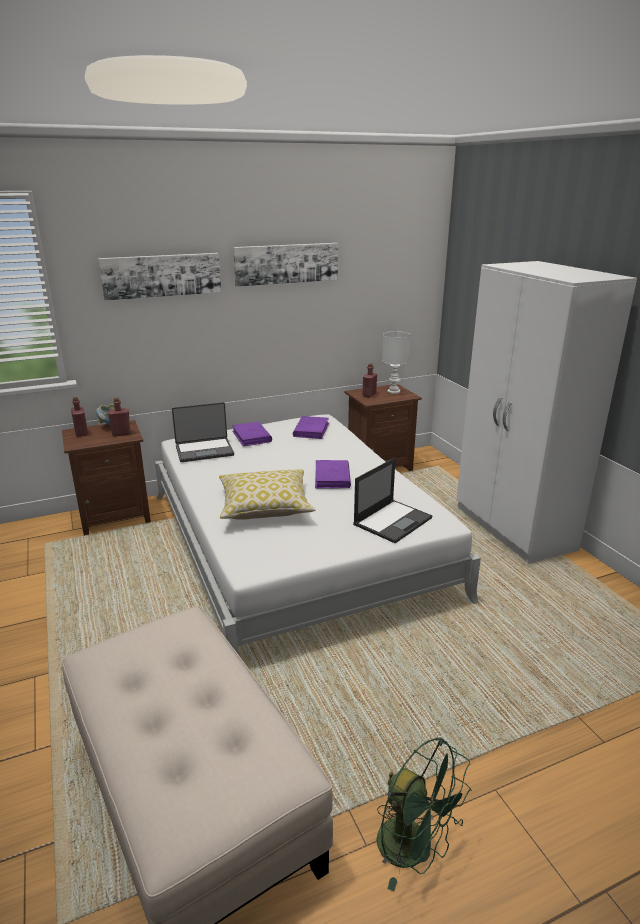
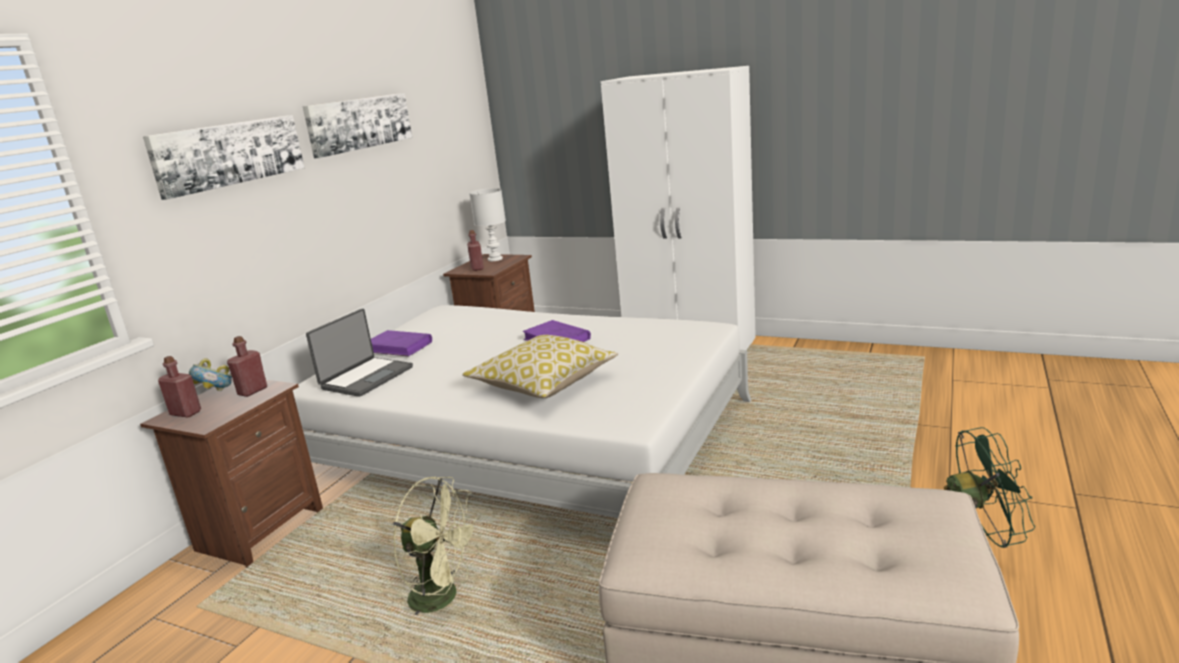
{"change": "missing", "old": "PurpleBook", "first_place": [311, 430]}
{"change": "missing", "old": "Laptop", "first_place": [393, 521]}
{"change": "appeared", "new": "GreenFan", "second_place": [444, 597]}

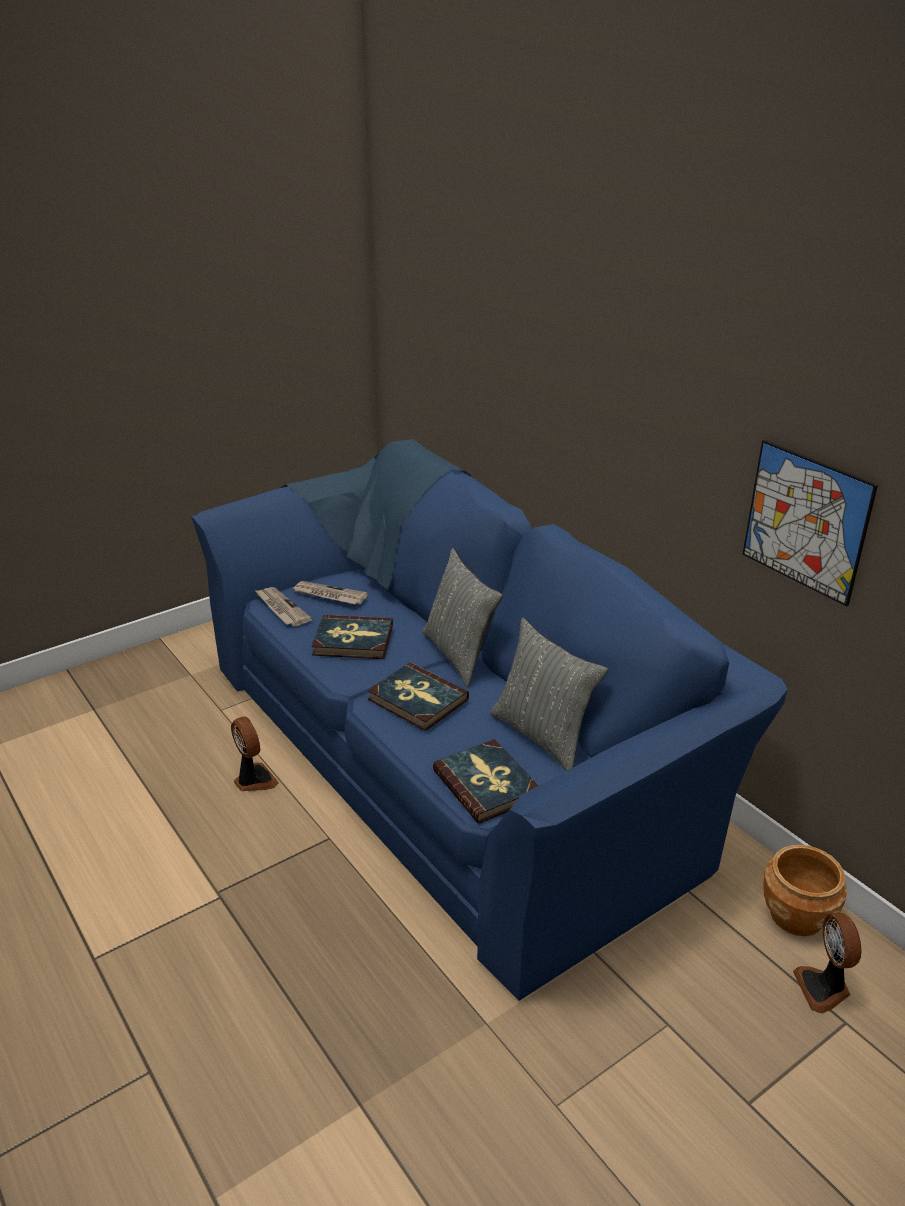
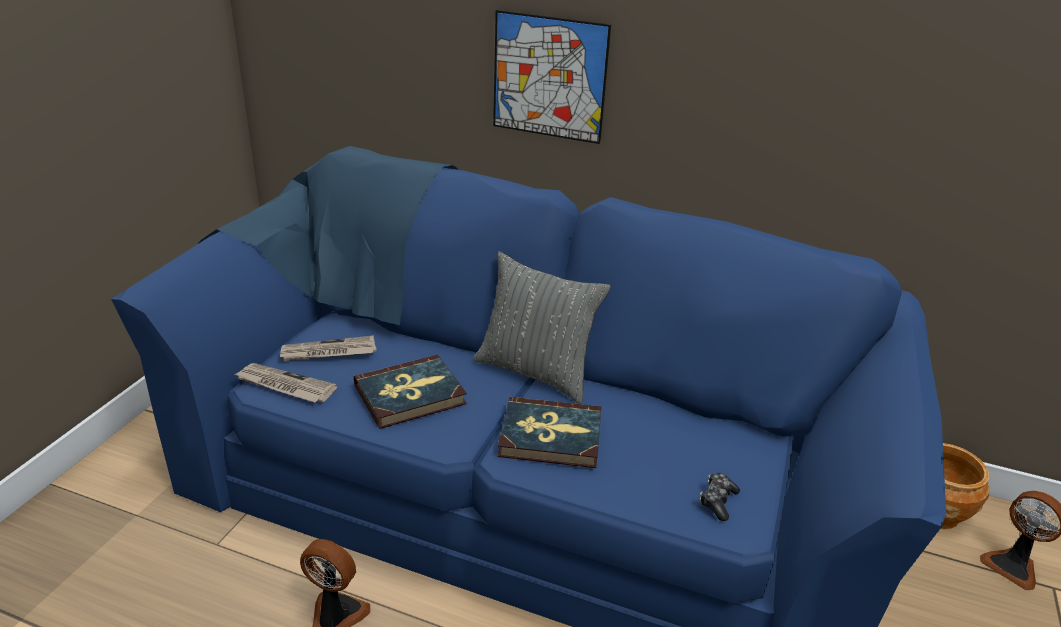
{"change": "exchanged", "old": "Book", "new": "GameController", "first_place": [486, 784], "second_place": [717, 501]}
{"change": "missing", "old": "GreyPillow", "first_place": [543, 735]}
{"change": "relocated", "old": "Picture", "first_place": [805, 521], "second_place": [549, 77]}

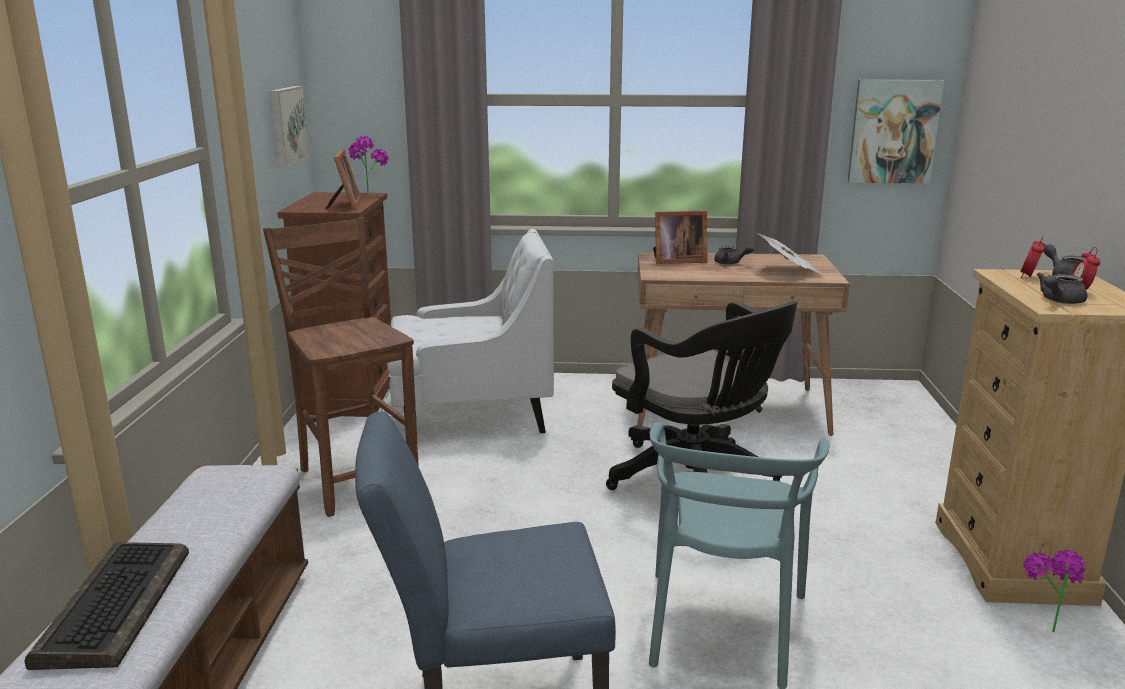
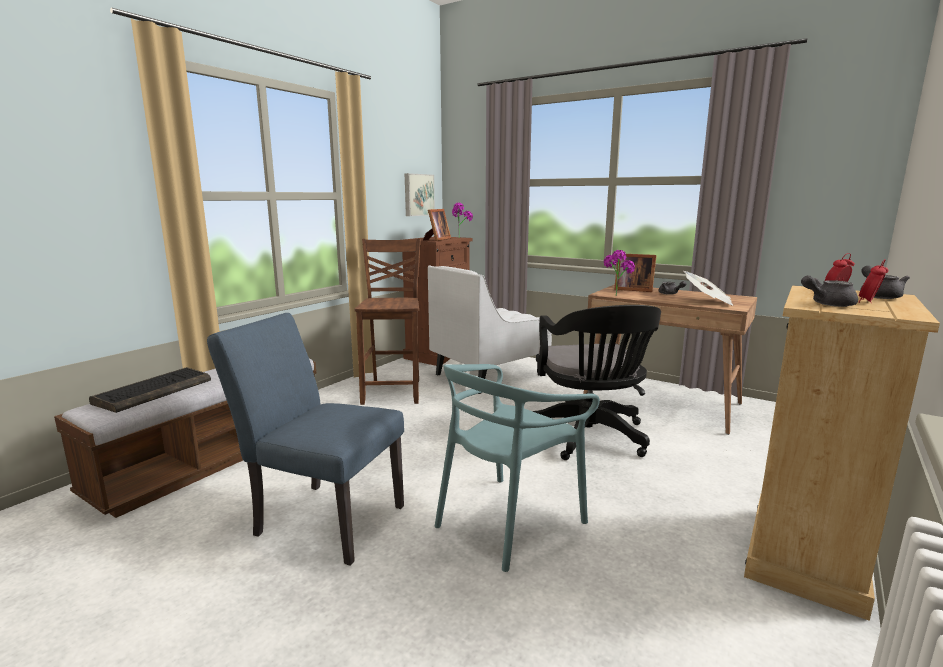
{"change": "spun", "old": "WhiteArmchair", "first_place": [471, 414], "second_place": [490, 374], "degrees": 120}
{"change": "missing", "old": "Picture", "first_place": [893, 131]}
{"change": "relocated", "old": "PottedPlant", "first_place": [1044, 624], "second_place": [616, 294]}

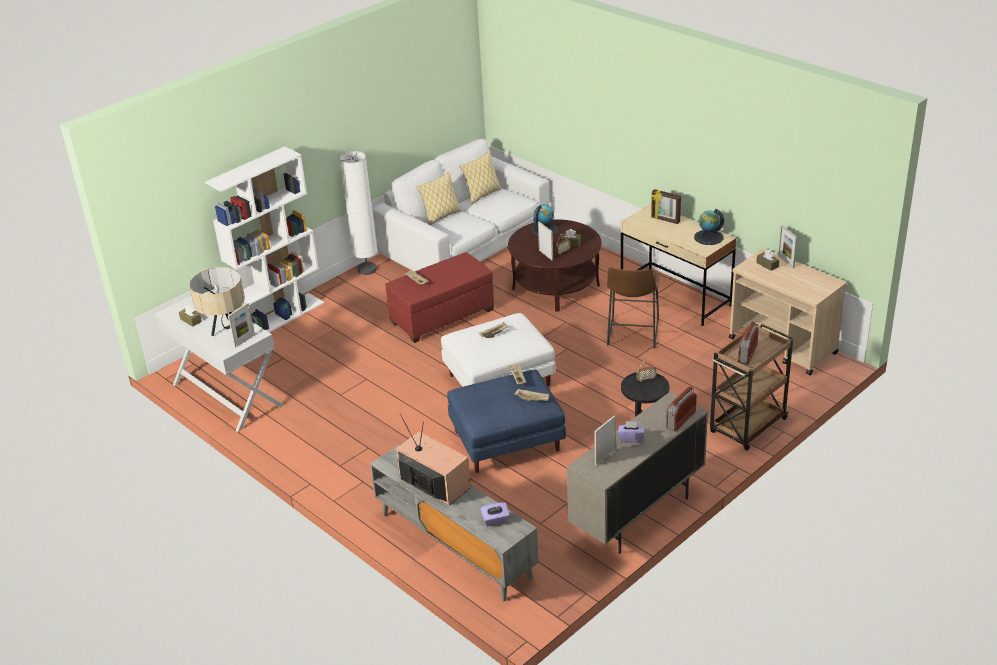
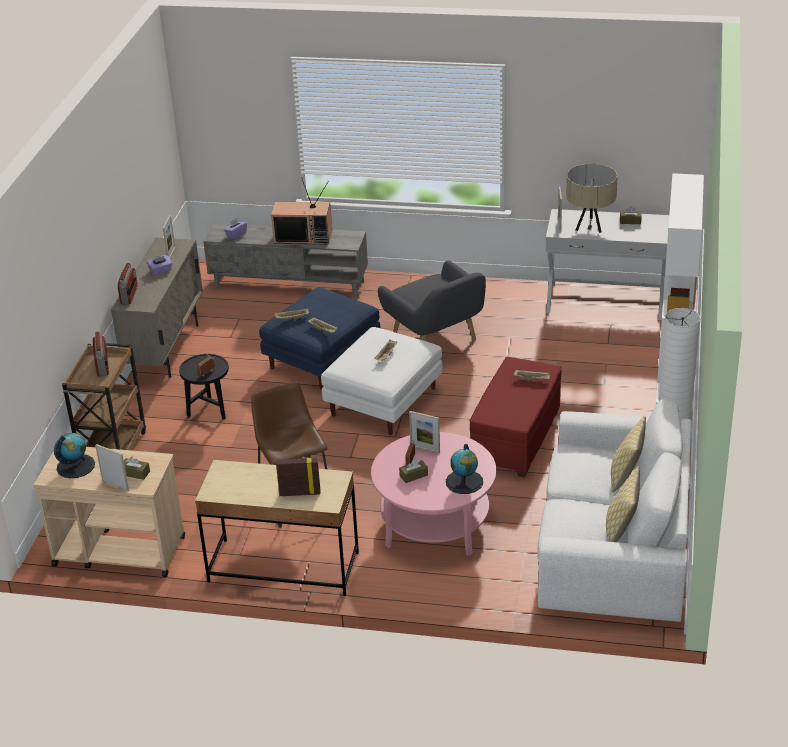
{"change": "colour", "old": "BrownCoffeeTable", "new": "PinkCoffeeTable", "first_place": [556, 286], "second_place": [435, 523]}
{"change": "relocated", "old": "Globe", "first_place": [708, 237], "second_place": [75, 466]}
{"change": "appeared", "new": "GreyArmchair", "second_place": [436, 340]}

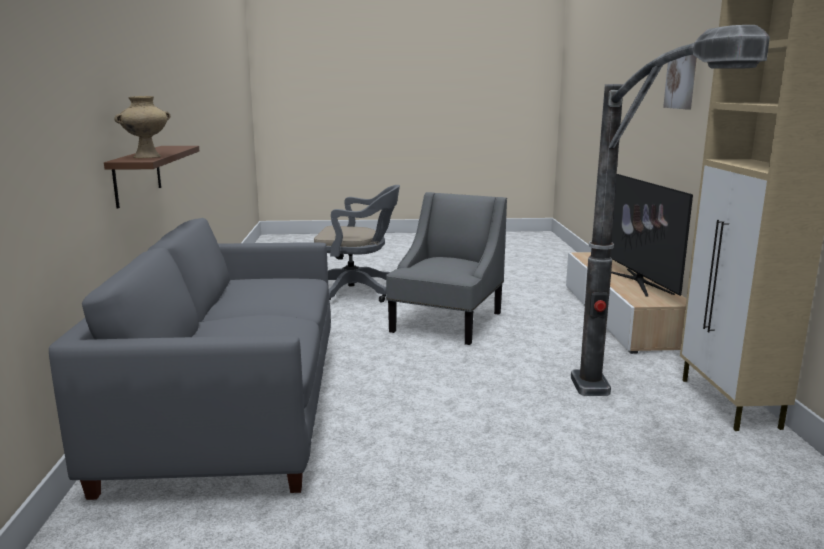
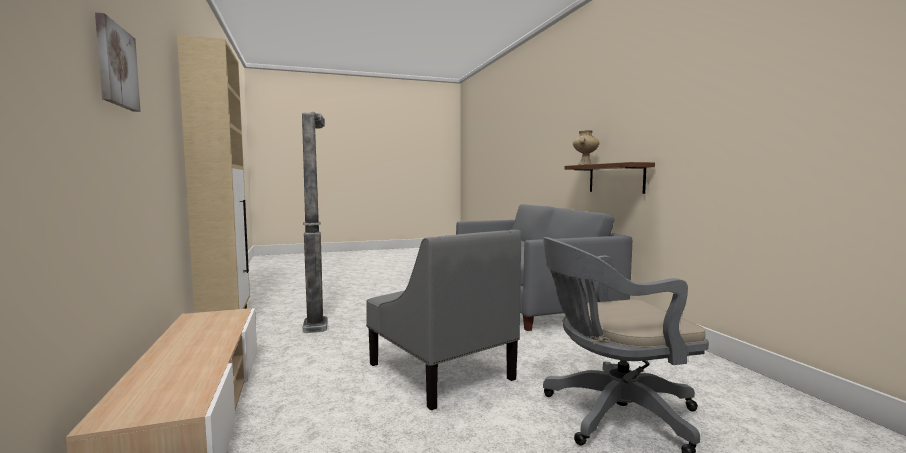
{"change": "spun", "old": "GreyArmchair", "first_place": [447, 322], "second_place": [439, 371], "degrees": -45}
{"change": "missing", "old": "Television", "first_place": [637, 282]}

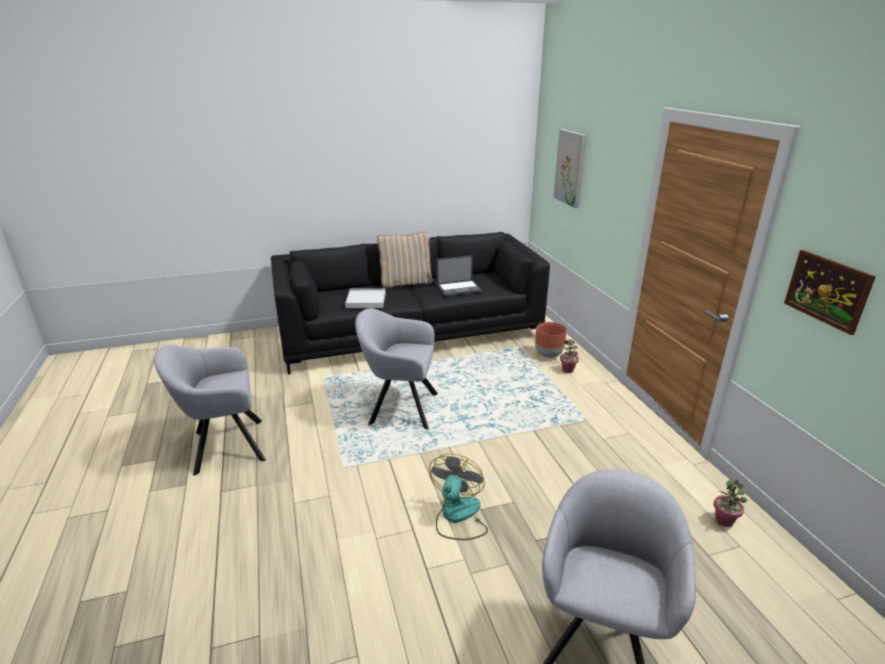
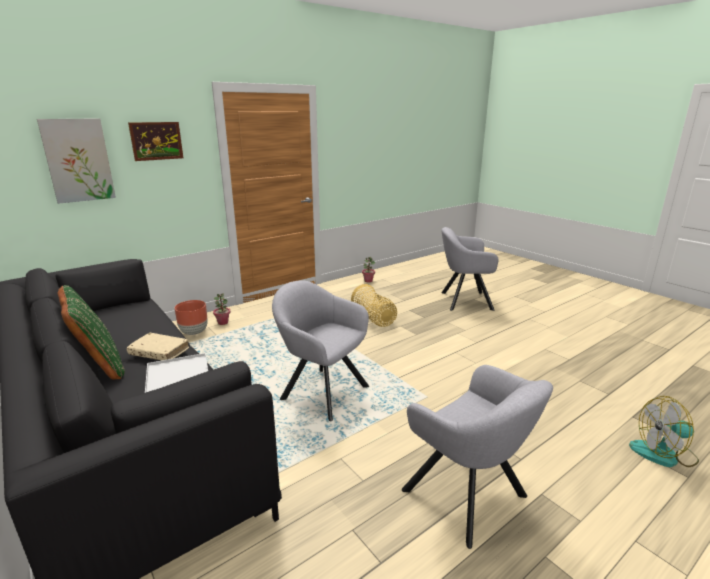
{"change": "spun", "old": "GreyArmchair", "first_place": [399, 408], "second_place": [321, 391], "degrees": 135}
{"change": "colour", "old": "BeigePillow", "new": "GreenPillow", "first_place": [406, 283], "second_place": [99, 366]}
{"change": "relocated", "old": "Fan", "first_place": [457, 516], "second_place": [663, 454]}
{"change": "missing", "old": "Laptop", "first_place": [459, 288]}
{"change": "relocated", "old": "Picture", "first_place": [827, 290], "second_place": [156, 141]}
{"change": "appeared", "new": "BeigeBook", "second_place": [159, 352]}
{"change": "appeared", "new": "Basket", "second_place": [374, 318]}

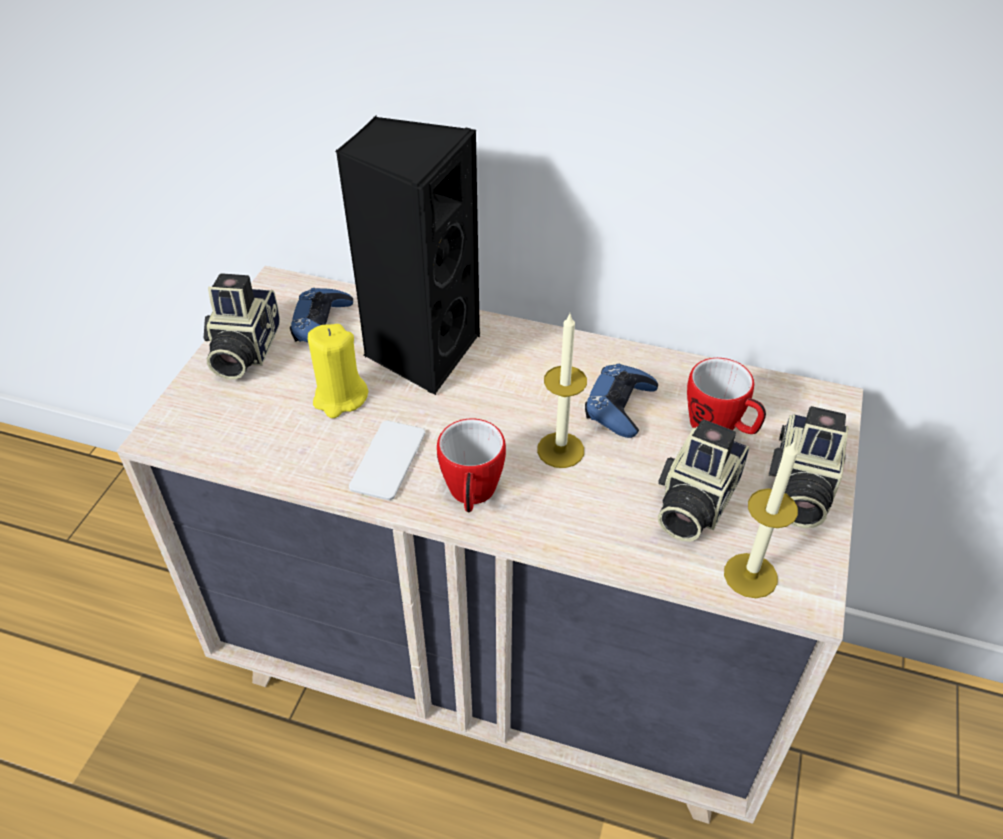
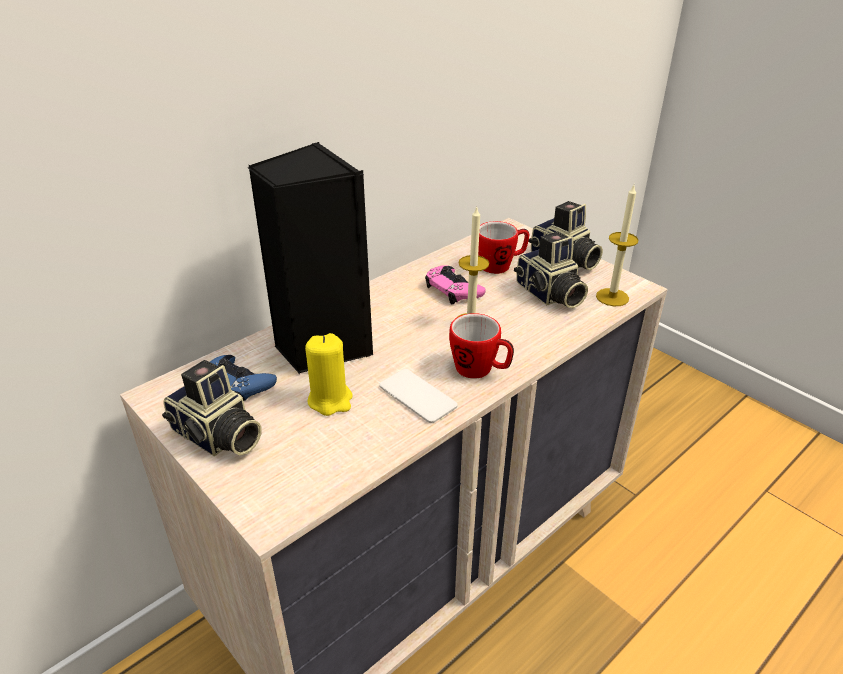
{"change": "colour", "old": "BlueGameController", "new": "PinkGameController", "first_place": [619, 406], "second_place": [453, 290]}

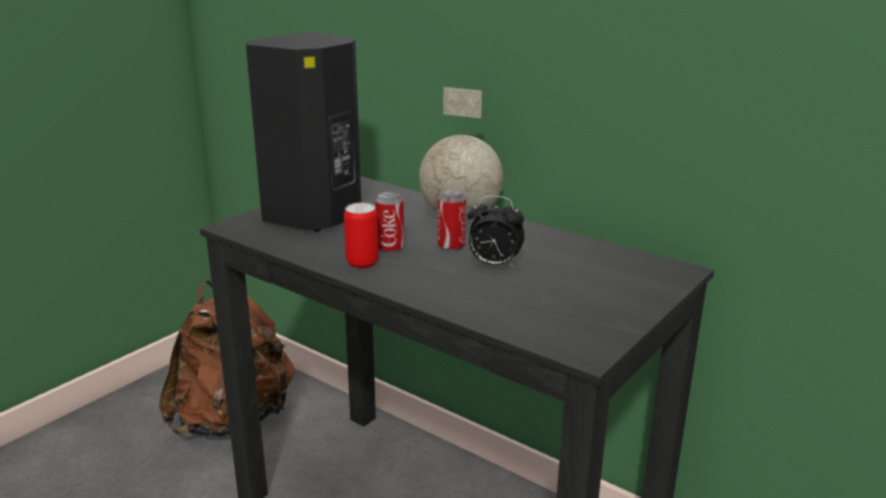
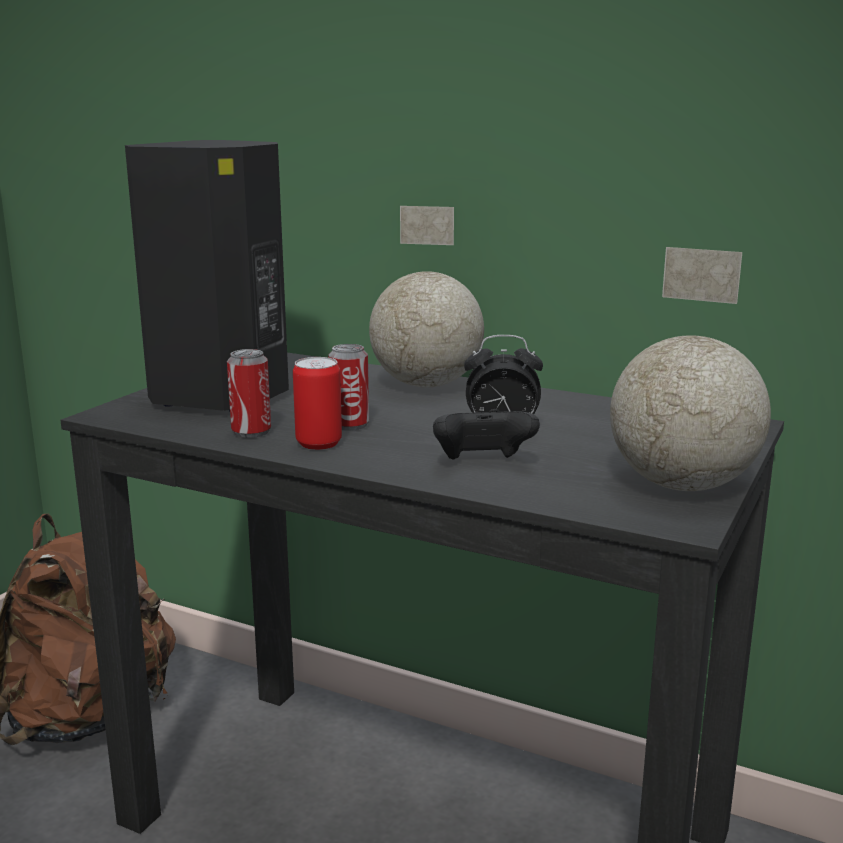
{"change": "relocated", "old": "Can", "first_place": [451, 246], "second_place": [251, 432]}
{"change": "appeared", "new": "BlackGameController", "second_place": [482, 463]}
{"change": "appeared", "new": "Globe", "second_place": [683, 486]}

